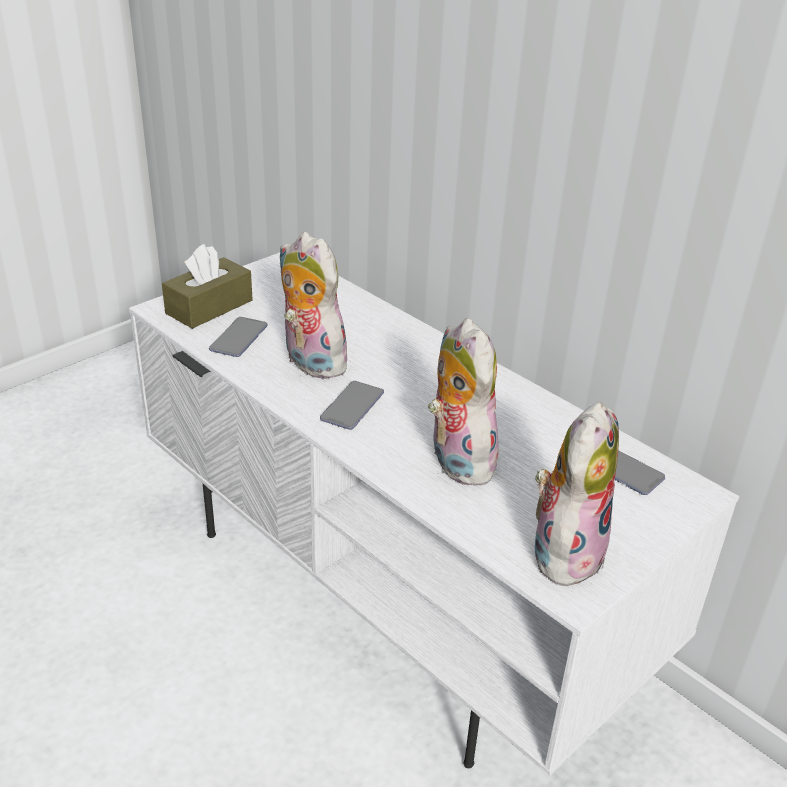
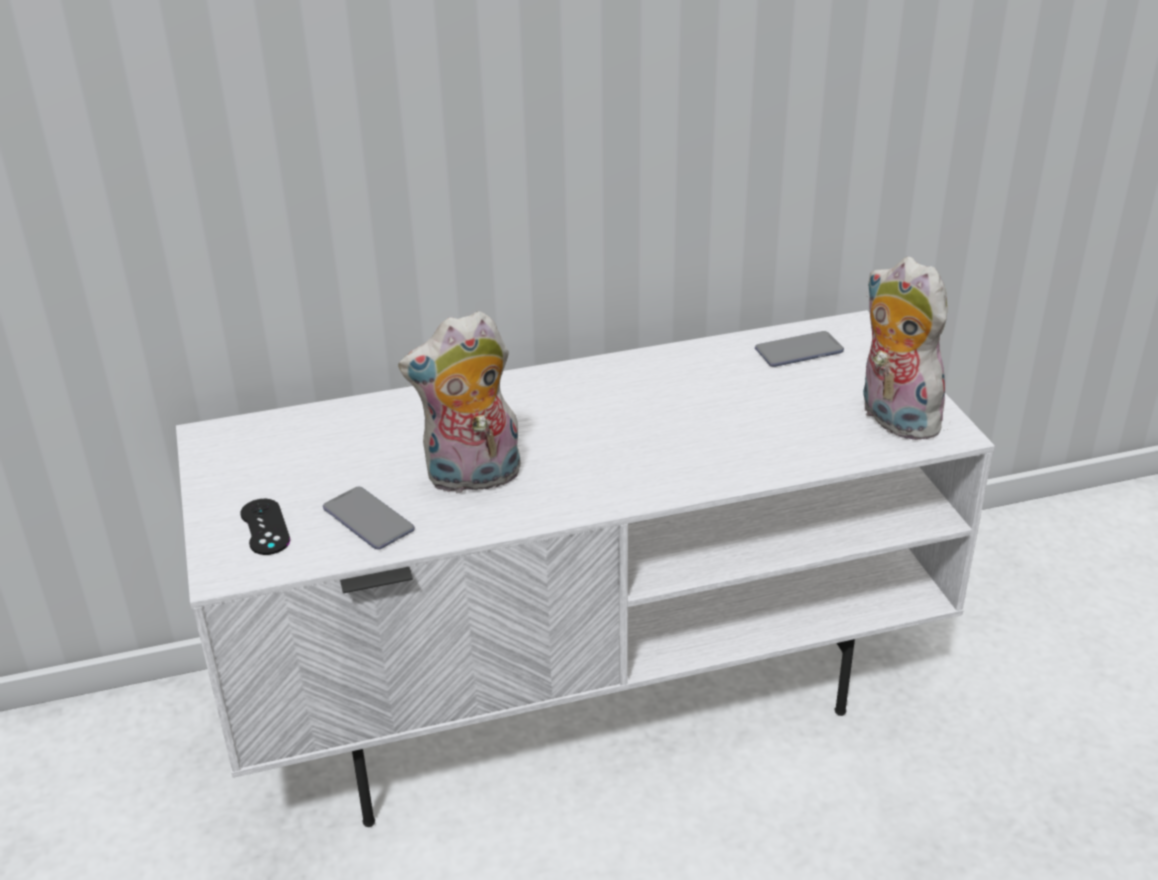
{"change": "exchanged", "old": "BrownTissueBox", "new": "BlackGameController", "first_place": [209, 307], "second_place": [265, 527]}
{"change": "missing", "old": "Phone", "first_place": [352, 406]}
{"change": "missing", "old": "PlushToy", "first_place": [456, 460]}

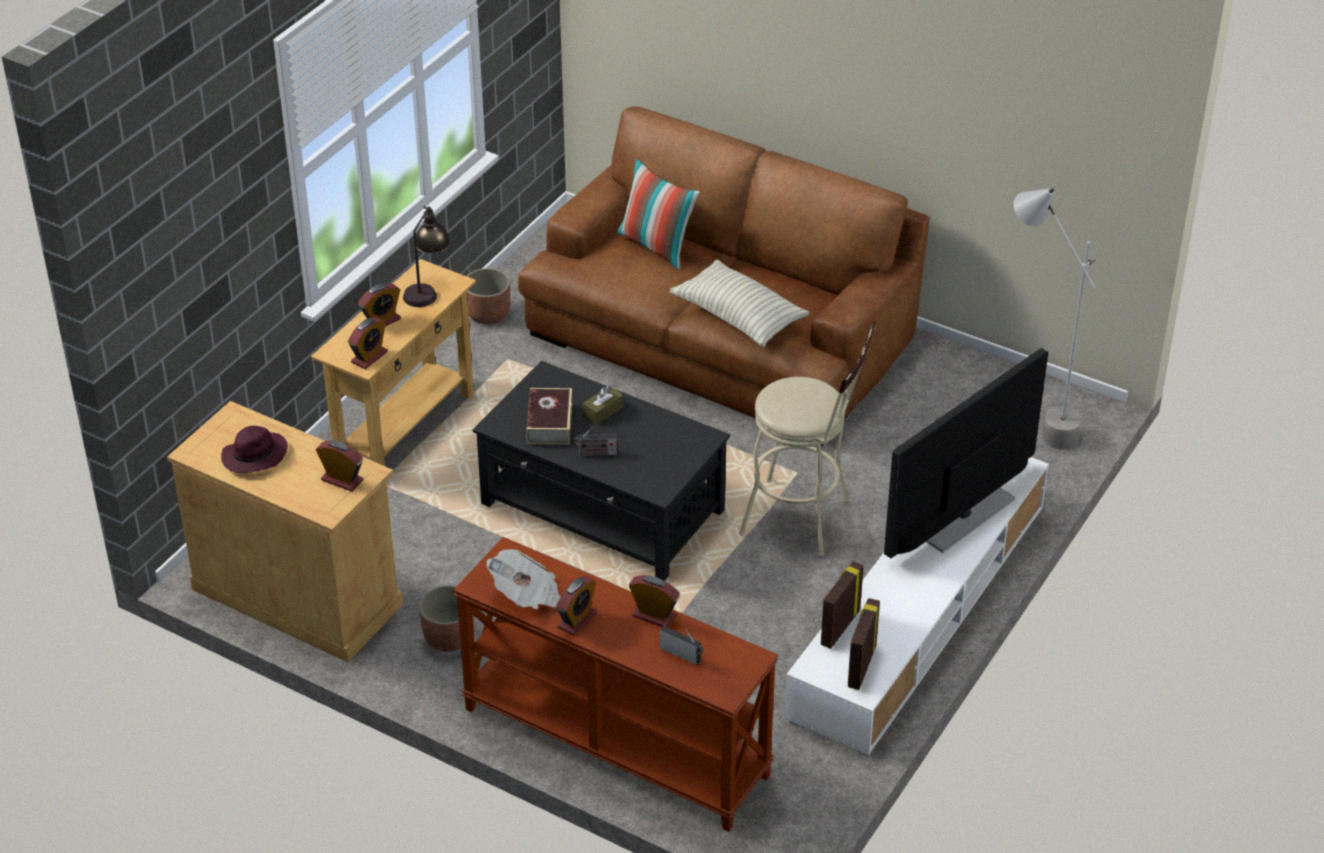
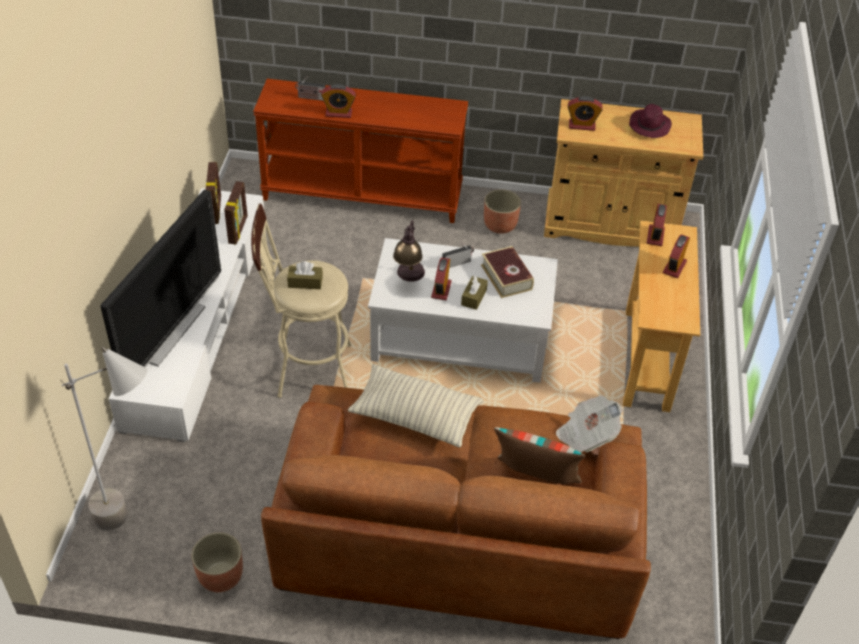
{"change": "relocated", "old": "TableLamp", "first_place": [427, 289], "second_place": [409, 279]}
{"change": "relocated", "old": "Planter", "first_place": [488, 314], "second_place": [220, 576]}
{"change": "colour", "old": "BlackCoffeeTable", "new": "WhiteCoffeeTable", "first_place": [603, 508], "second_place": [459, 337]}
{"change": "relocated", "old": "Newspaper", "first_place": [527, 595], "second_place": [586, 435]}
{"change": "relocated", "old": "AlarmClock", "first_place": [576, 620], "second_place": [441, 290]}
{"change": "appeared", "new": "BrownTissueBox", "second_place": [305, 282]}

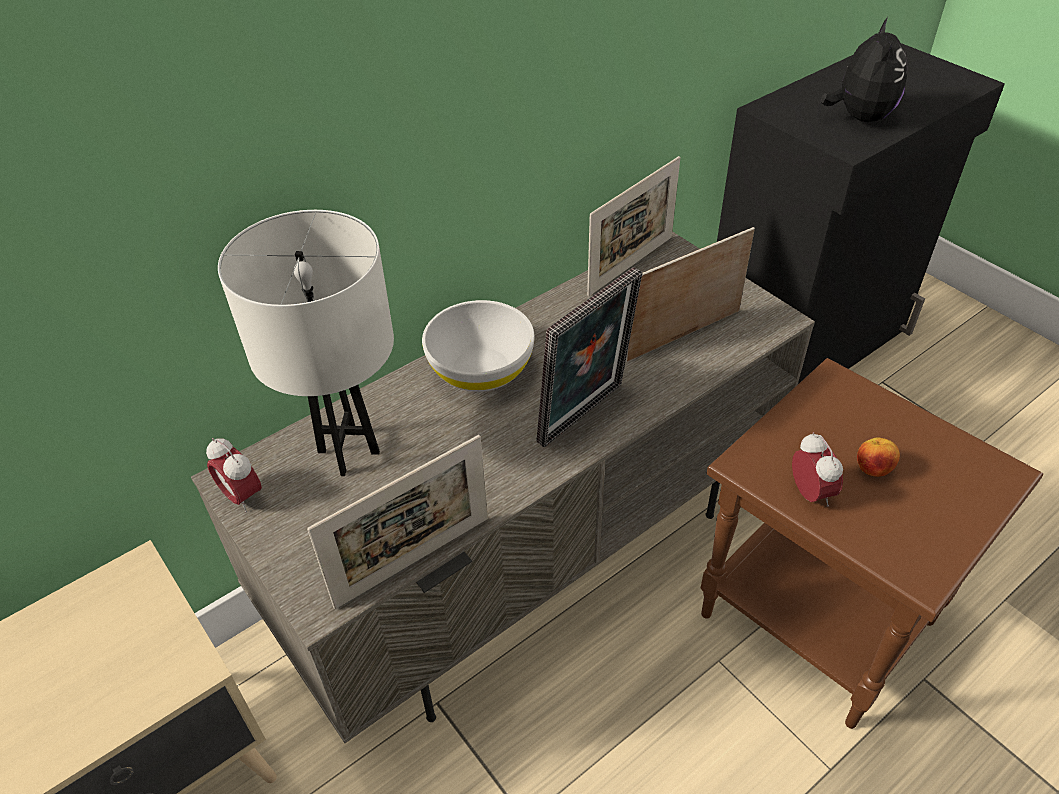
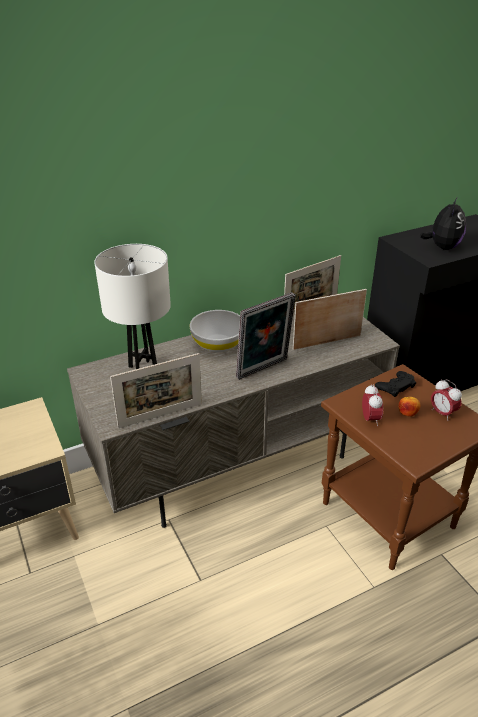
{"change": "relocated", "old": "AlarmClock", "first_place": [242, 496], "second_place": [442, 413]}
{"change": "appeared", "new": "BlackGameController", "second_place": [395, 386]}

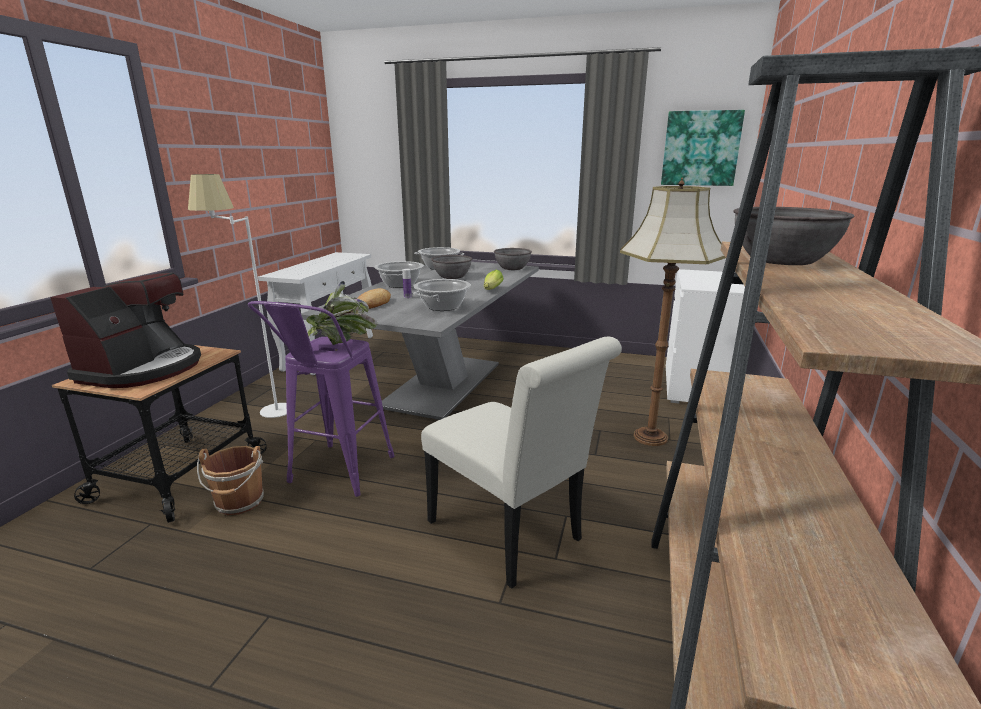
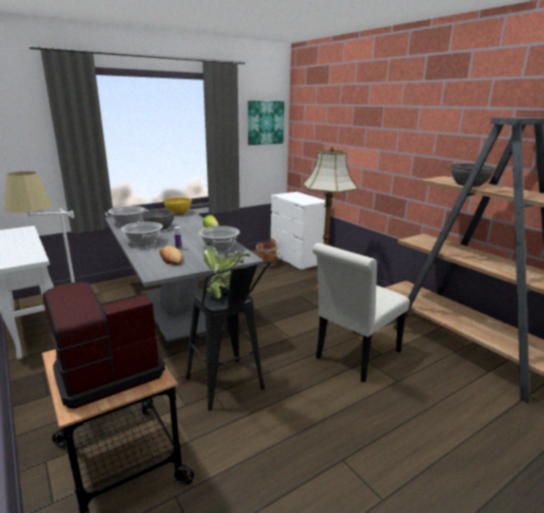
{"change": "spun", "old": "CoffeeMachine", "first_place": [144, 369], "second_place": [107, 372], "degrees": -90}
{"change": "relocated", "old": "BrownBucket", "first_place": [239, 503], "second_place": [267, 264]}
{"change": "colour", "old": "PurpleStool", "new": "BlackStool", "first_place": [336, 475], "second_place": [228, 388]}
{"change": "spun", "old": "WhiteChair", "first_place": [511, 536], "second_place": [355, 357], "degrees": 135}
{"change": "colour", "old": "GreyBowl", "new": "YellowBowl", "first_place": [512, 268], "second_place": [178, 212]}

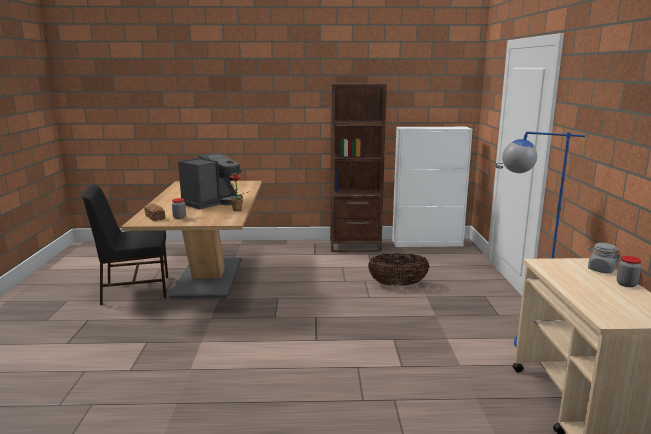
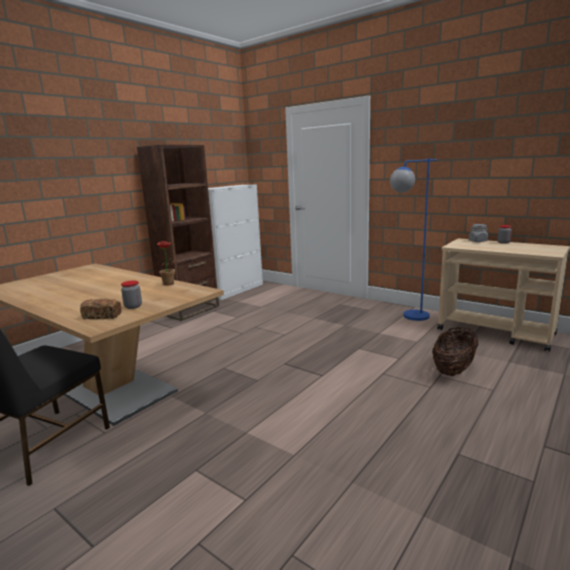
{"change": "missing", "old": "CoffeeMachine", "first_place": [212, 202]}
{"change": "relocated", "old": "Basket", "first_place": [397, 285], "second_place": [453, 369]}

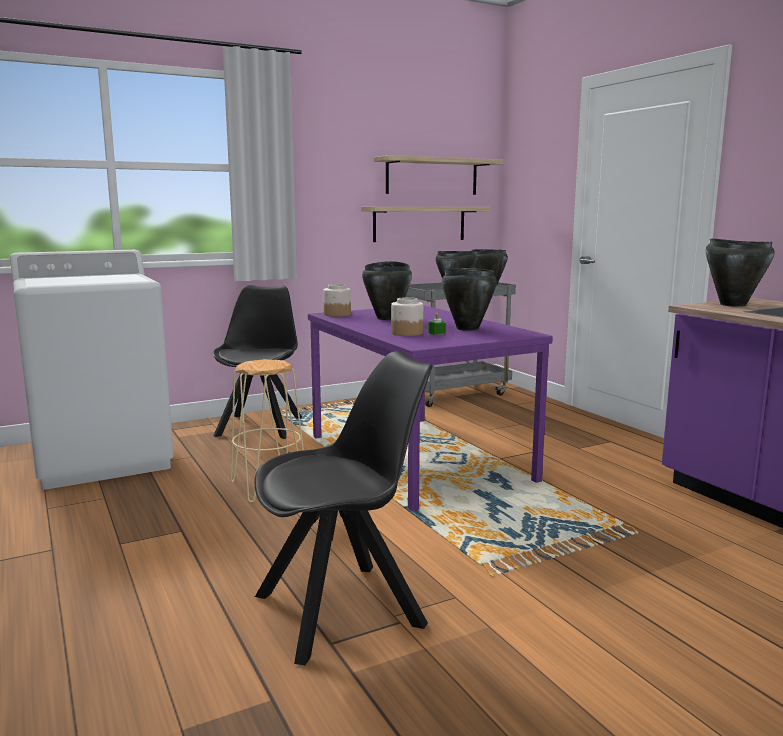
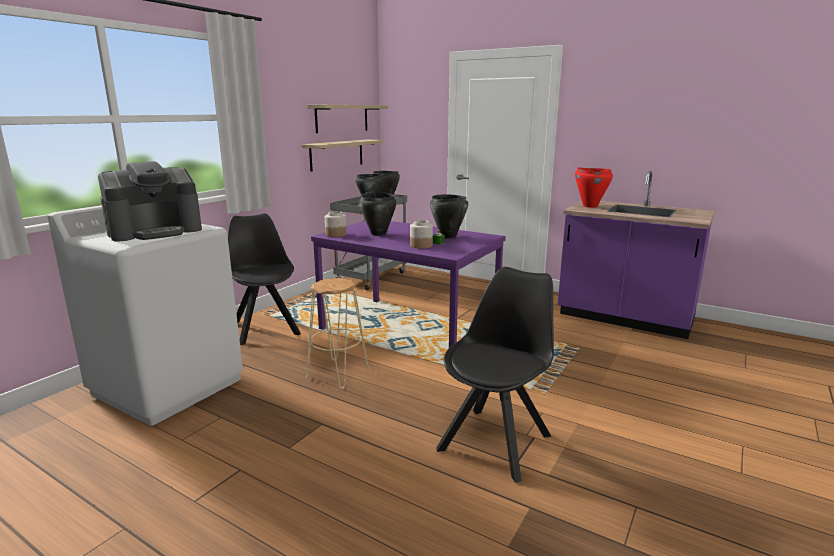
{"change": "colour", "old": "BlackCookingPot", "new": "RedCookingPot", "first_place": [732, 304], "second_place": [589, 206]}
{"change": "appeared", "new": "CoffeeMachine", "second_place": [156, 231]}

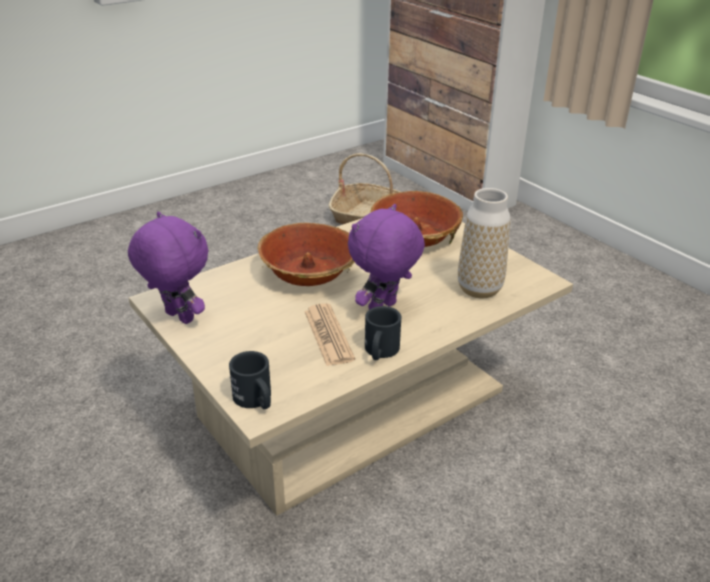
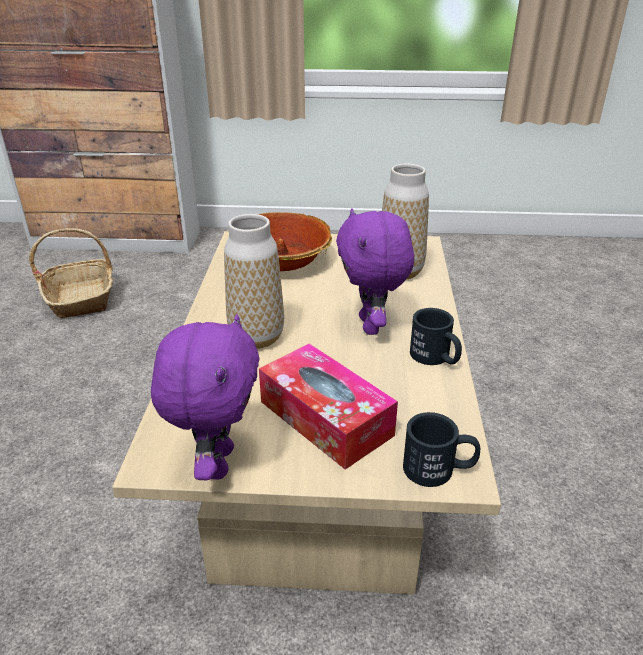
{"change": "spun", "old": "PurplePlushToy", "first_place": [177, 318], "second_place": [217, 462], "degrees": 105}
{"change": "exchanged", "old": "Bowl", "new": "Vase", "first_place": [308, 273], "second_place": [256, 337]}
{"change": "missing", "old": "Newspaper", "first_place": [328, 335]}
{"change": "appeared", "new": "TissueBox", "second_place": [325, 418]}

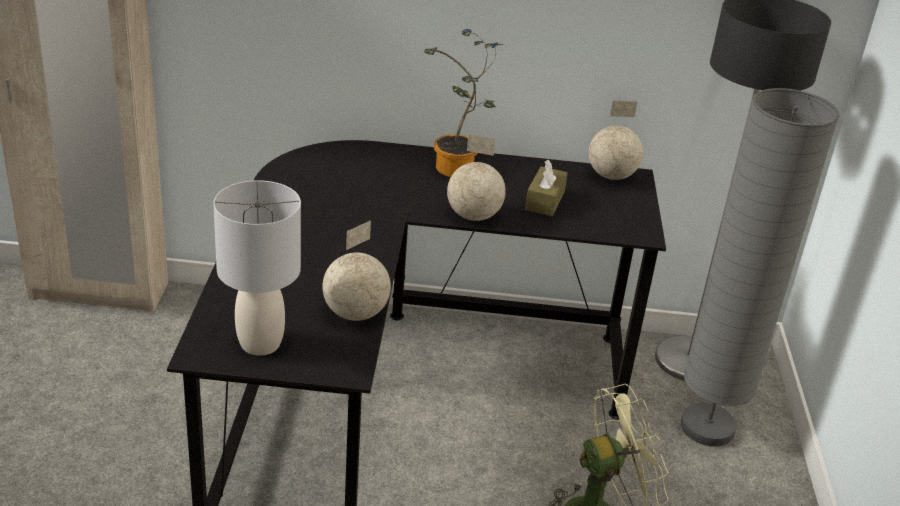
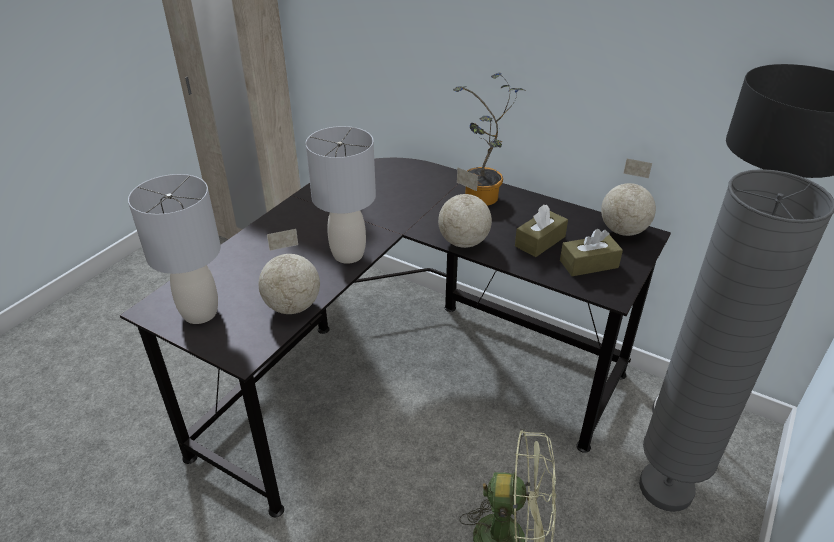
{"change": "appeared", "new": "GreyTableLamp", "second_place": [348, 254]}
{"change": "appeared", "new": "BrownTissueBox", "second_place": [589, 264]}

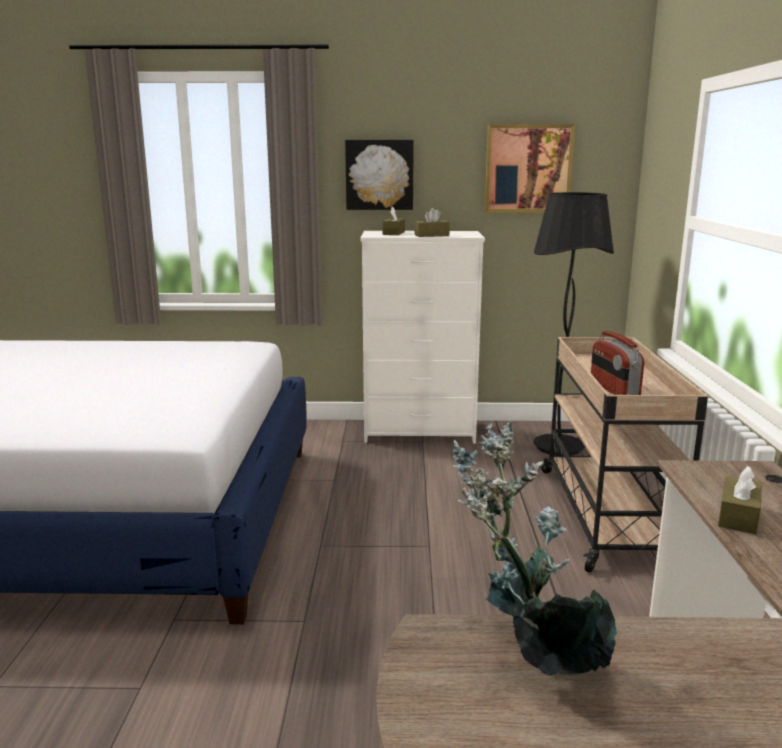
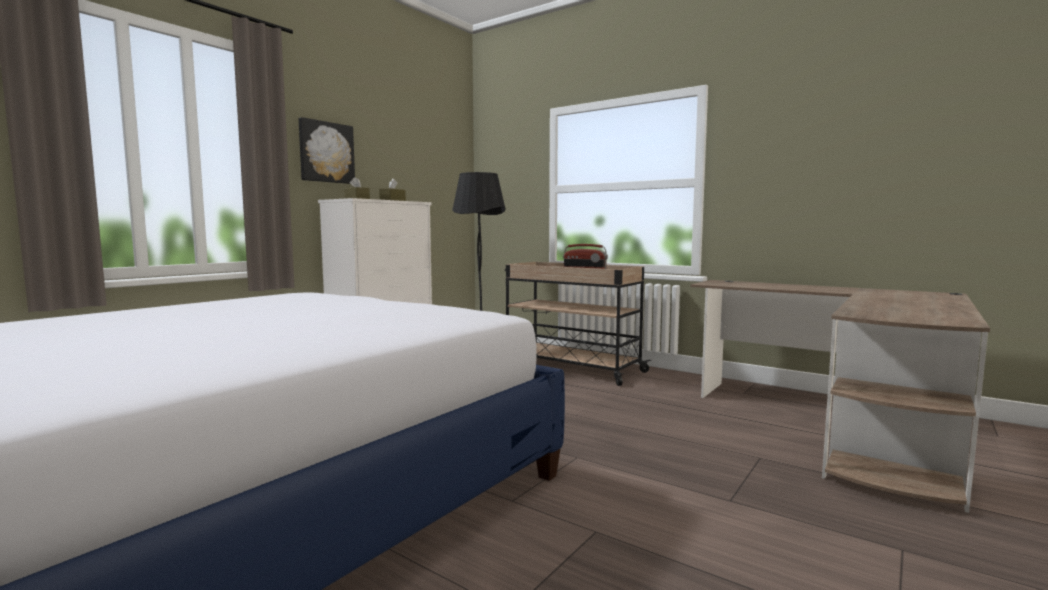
{"change": "missing", "old": "PottedPlant", "first_place": [529, 660]}
{"change": "missing", "old": "Picture", "first_place": [528, 169]}
{"change": "missing", "old": "BrownTissueBox", "first_place": [738, 516]}

